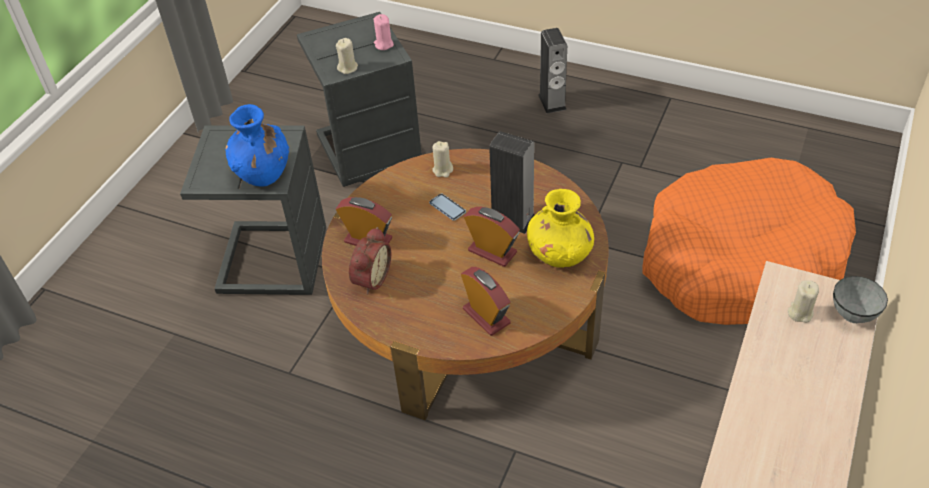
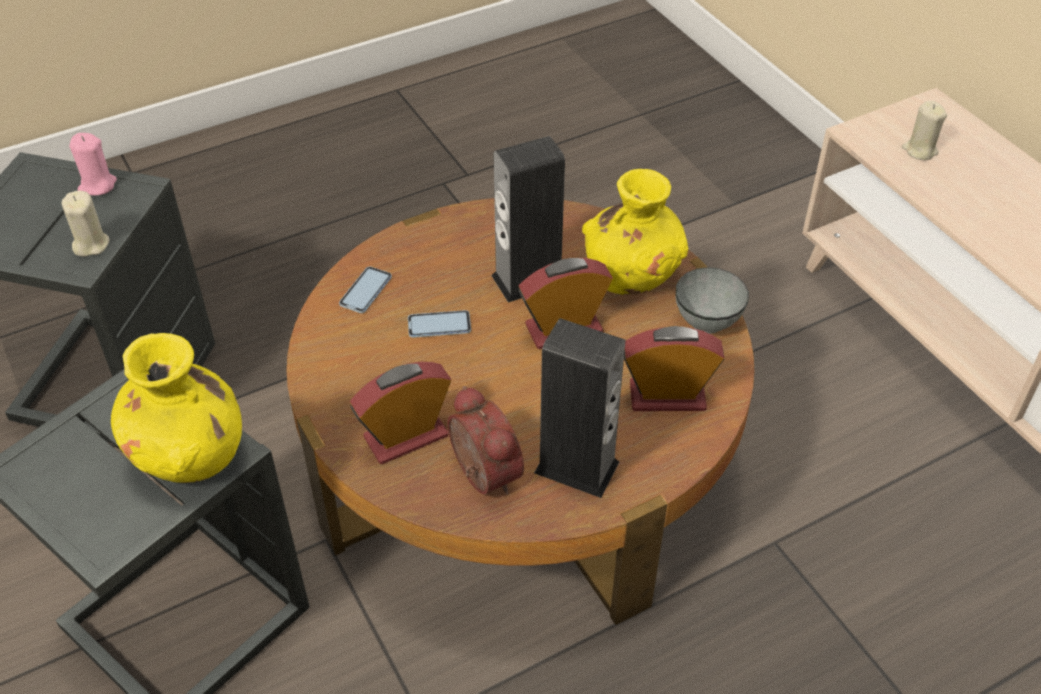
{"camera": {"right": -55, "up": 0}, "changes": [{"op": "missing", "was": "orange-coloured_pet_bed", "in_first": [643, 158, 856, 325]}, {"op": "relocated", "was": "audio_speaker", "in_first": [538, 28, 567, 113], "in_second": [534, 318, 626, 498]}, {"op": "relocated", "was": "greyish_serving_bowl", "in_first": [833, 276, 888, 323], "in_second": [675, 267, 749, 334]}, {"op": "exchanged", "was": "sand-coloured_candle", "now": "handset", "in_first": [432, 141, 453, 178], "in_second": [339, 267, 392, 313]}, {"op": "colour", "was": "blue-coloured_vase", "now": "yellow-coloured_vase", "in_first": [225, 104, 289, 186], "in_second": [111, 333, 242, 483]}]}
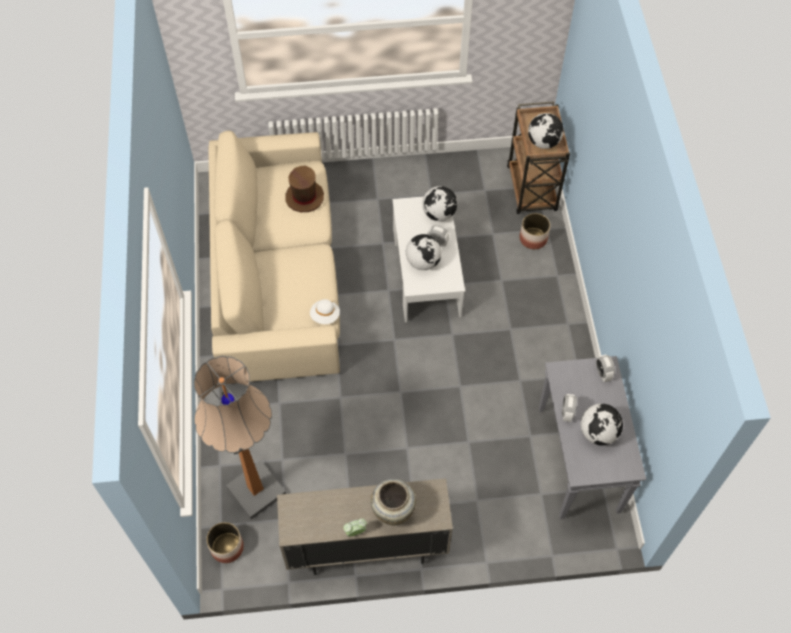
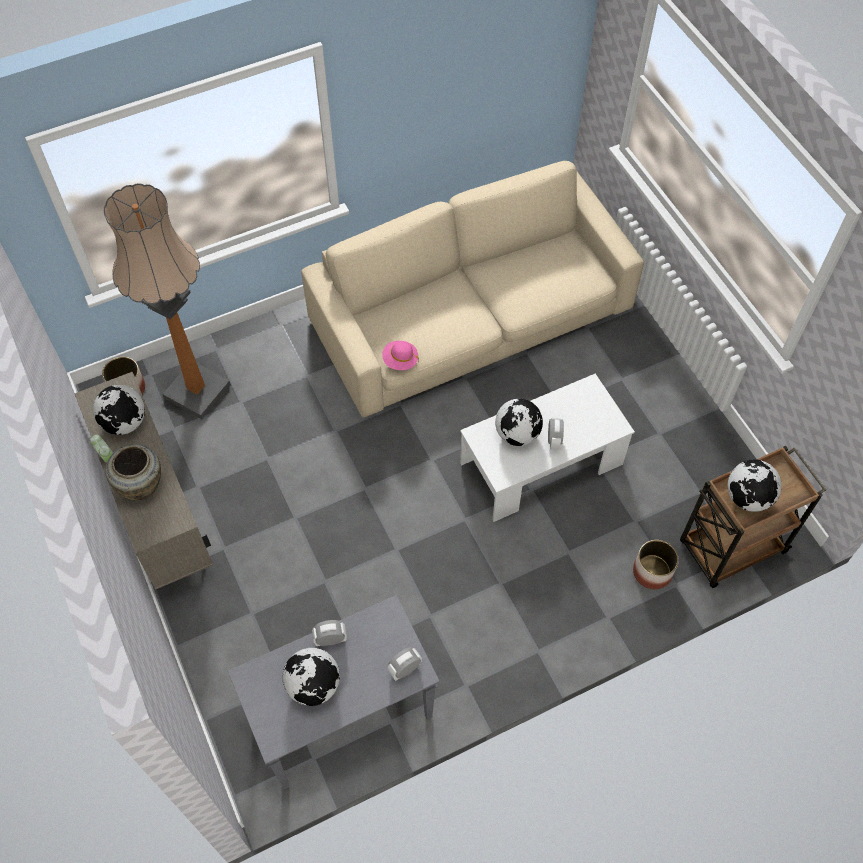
{"camera": {"right": 70, "up": 0}, "changes": [{"op": "missing", "was": "brown_wearable_hat", "in_first": [285, 166, 324, 212]}, {"op": "relocated", "was": "desk_globe", "in_first": [422, 186, 457, 221], "in_second": [93, 385, 145, 435]}, {"op": "colour", "was": "white-coloured_wearable_hat", "now": "pink_wearable_hat", "in_first": [310, 299, 340, 324], "in_second": [382, 341, 419, 370]}]}
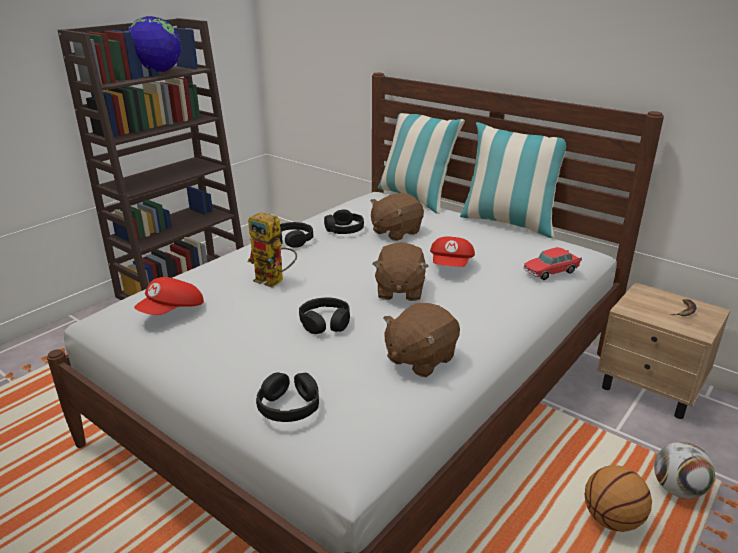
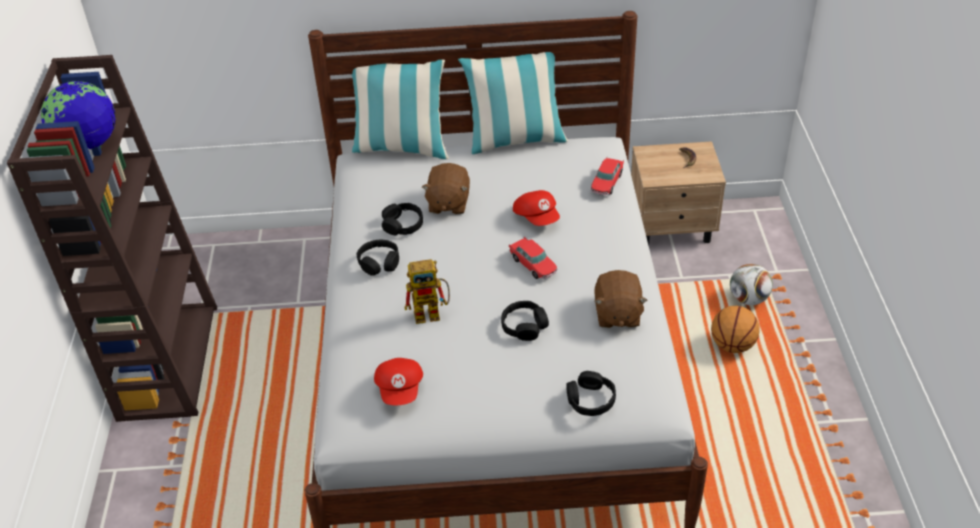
{"camera": {"right": -40, "up": 15}, "changes": [{"op": "exchanged", "was": "brown_plush_toy", "now": "miniature_car", "in_first": [372, 242, 429, 301], "in_second": [509, 237, 558, 279]}]}
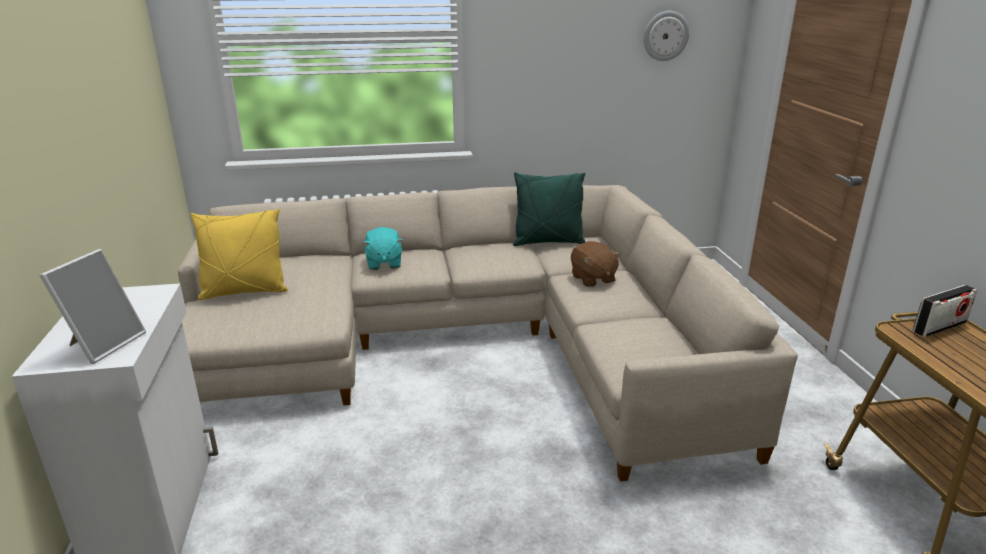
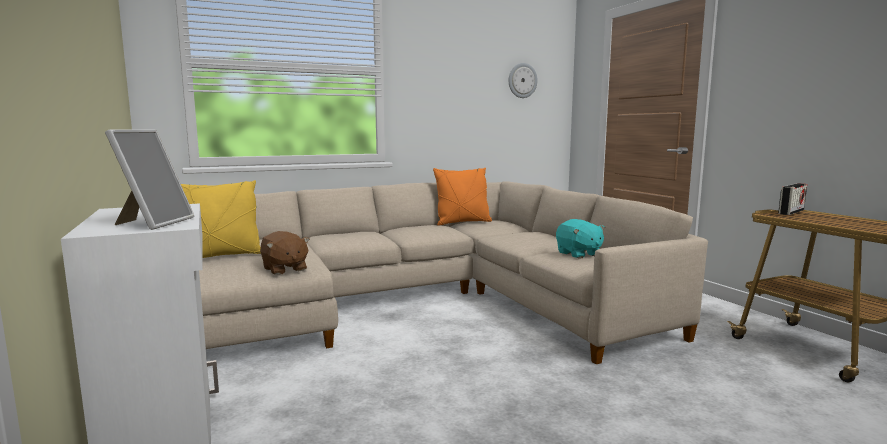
{"camera": {"right": -15, "up": -15}, "changes": [{"op": "relocated", "was": "turquoise_plush_toy", "in_first": [362, 227, 404, 270], "in_second": [556, 219, 605, 259]}, {"op": "relocated", "was": "brown_plush_toy", "in_first": [571, 241, 621, 287], "in_second": [260, 231, 310, 275]}, {"op": "colour", "was": "green_cushion", "now": "orange-coloured_cushion", "in_first": [513, 172, 585, 246], "in_second": [433, 168, 492, 226]}]}
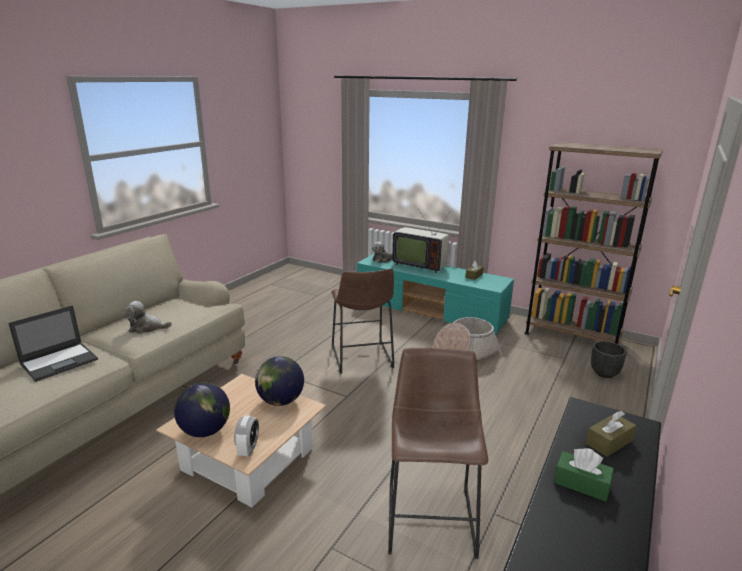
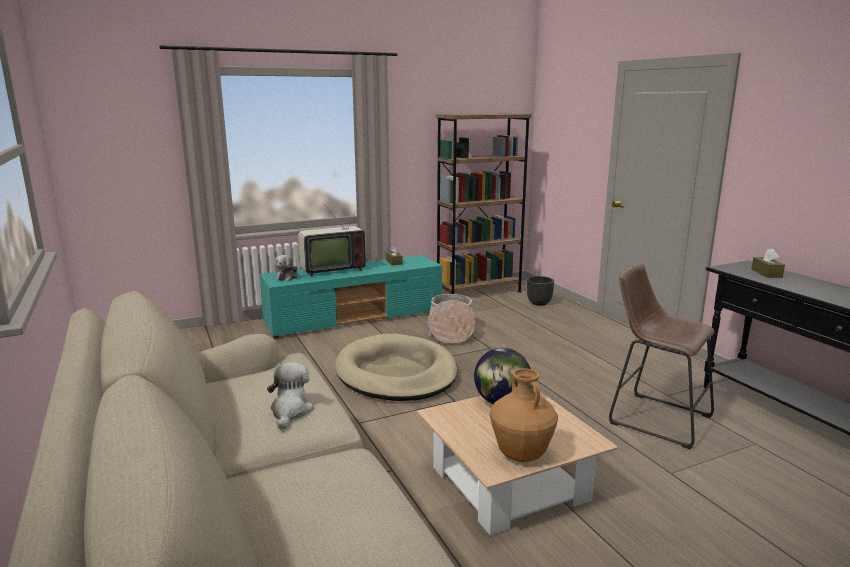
{"camera": {"right": -55, "up": -5}, "changes": [{"op": "missing", "was": "notebook_computer", "in_first": [8, 305, 98, 382]}, {"op": "missing", "was": "table_clock", "in_first": [234, 415, 259, 456]}, {"op": "missing", "was": "green_tissue_box", "in_first": [554, 448, 614, 502]}, {"op": "exchanged", "was": "desk_globe", "now": "brown_vase", "in_first": [174, 383, 230, 437], "in_second": [490, 368, 558, 462]}, {"op": "exchanged", "was": "brown_sitting_stool", "now": "sand-coloured_pet_bed", "in_first": [331, 268, 394, 374], "in_second": [335, 334, 458, 401]}, {"op": "spun", "was": "plush_toy", "in_first": [124, 301, 172, 334], "in_second": [267, 362, 314, 430], "clockwise": 150}]}
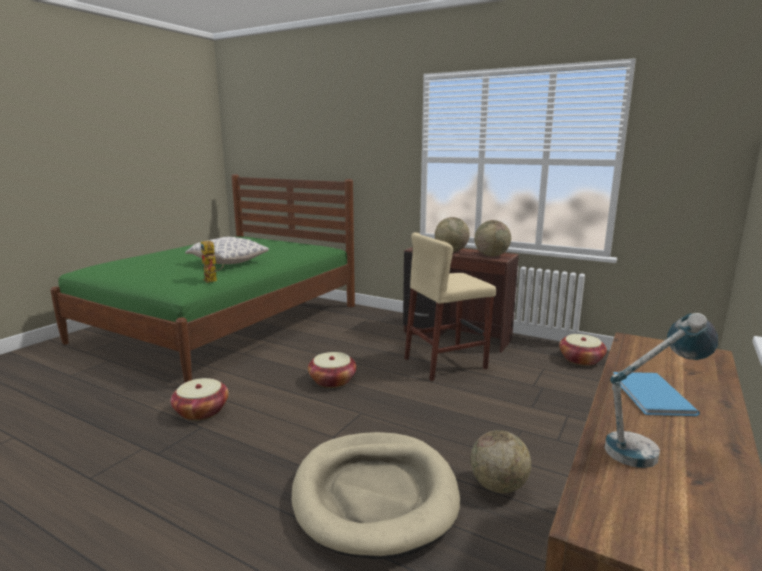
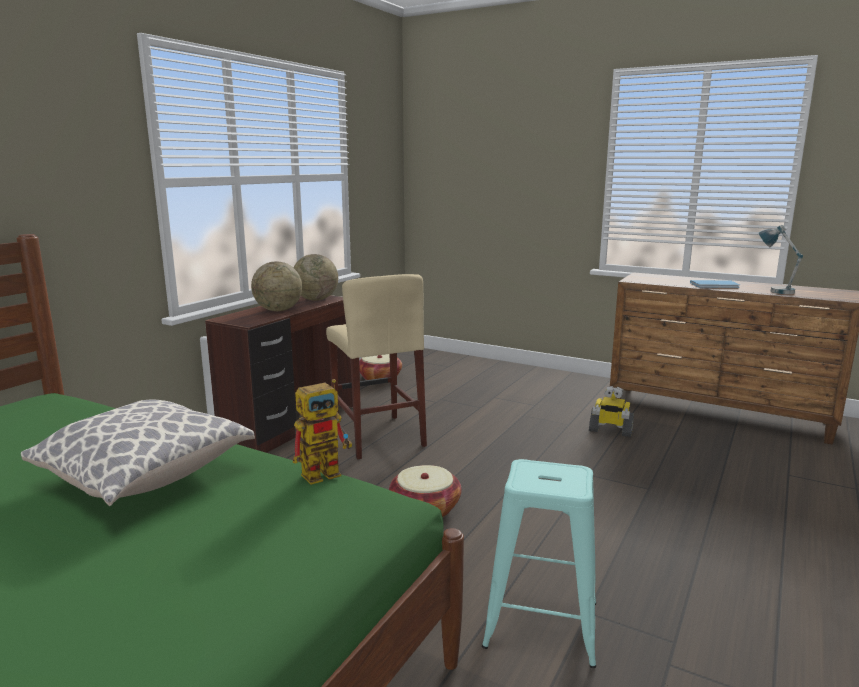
{"camera": {"right": -90, "up": 0}, "changes": [{"op": "missing", "was": "sand-coloured_pet_bed", "in_first": [292, 432, 460, 559]}, {"op": "exchanged", "was": "basket", "now": "turquoise_sitting_stool", "in_first": [170, 378, 229, 421], "in_second": [482, 459, 596, 668]}, {"op": "exchanged", "was": "desk_globe", "now": "toy_robot", "in_first": [470, 430, 531, 493], "in_second": [589, 386, 634, 437]}]}
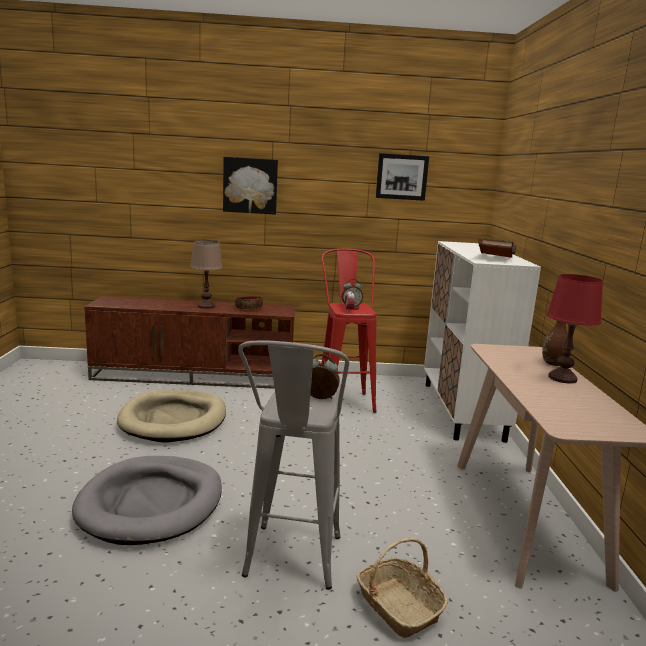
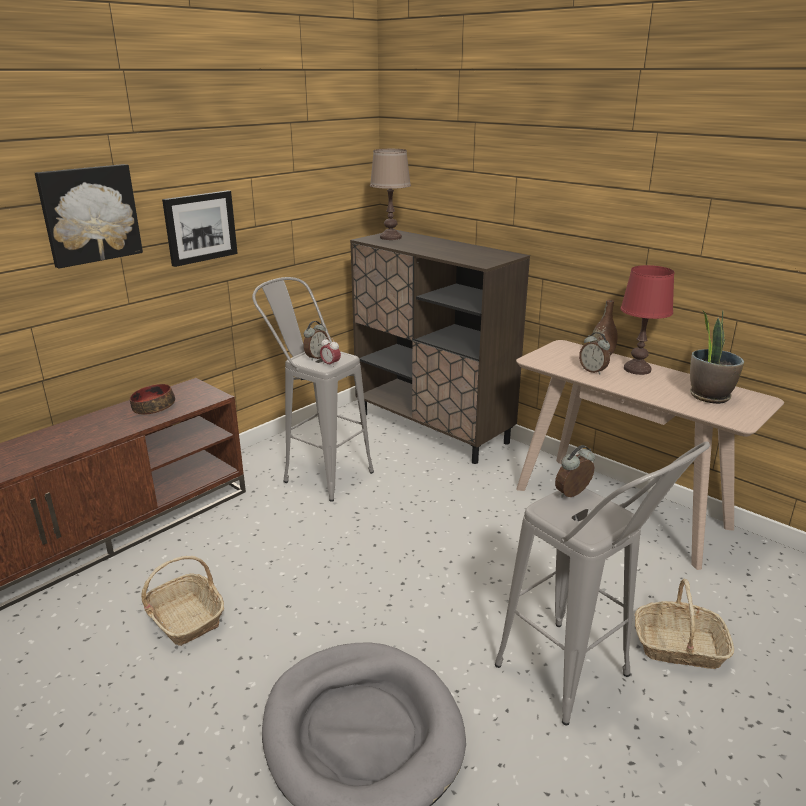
{"camera": {"right": -45, "up": 10}, "changes": [{"op": "missing", "was": "brown_bound_book", "in_first": [478, 238, 516, 258]}, {"op": "appeared", "now": "table_clock", "in_second": [579, 332, 610, 374]}, {"op": "appeared", "now": "houseplant", "in_second": [690, 310, 744, 404]}, {"op": "relocated", "was": "brown_table_lamp", "in_first": [190, 240, 223, 309], "in_second": [370, 149, 411, 240]}, {"op": "relocated", "was": "wall_art", "in_first": [376, 153, 429, 201], "in_second": [162, 190, 238, 267]}, {"op": "exchanged", "was": "sand-coloured_pet_bed", "now": "basket", "in_first": [117, 390, 226, 442], "in_second": [141, 556, 224, 646]}, {"op": "colour", "was": "red_sitting_stool", "now": "greyish_sitting_stool", "in_first": [321, 248, 377, 413], "in_second": [252, 277, 374, 502]}, {"op": "colour", "was": "white-coloured_storage_cabinet", "now": "brown_storage_cabinet", "in_first": [424, 241, 541, 443], "in_second": [350, 230, 530, 464]}]}
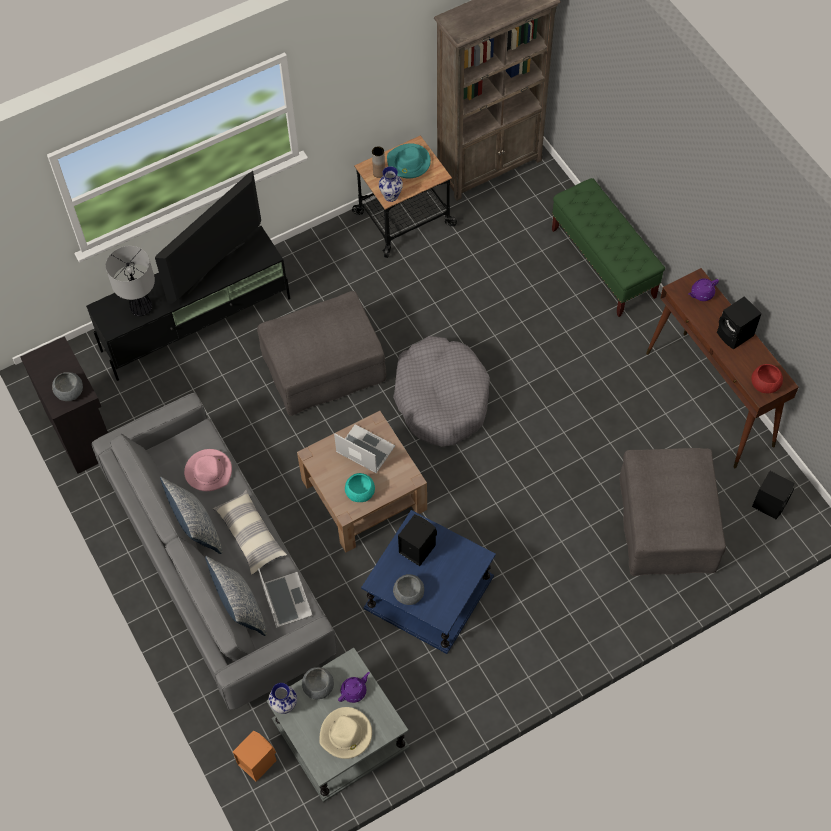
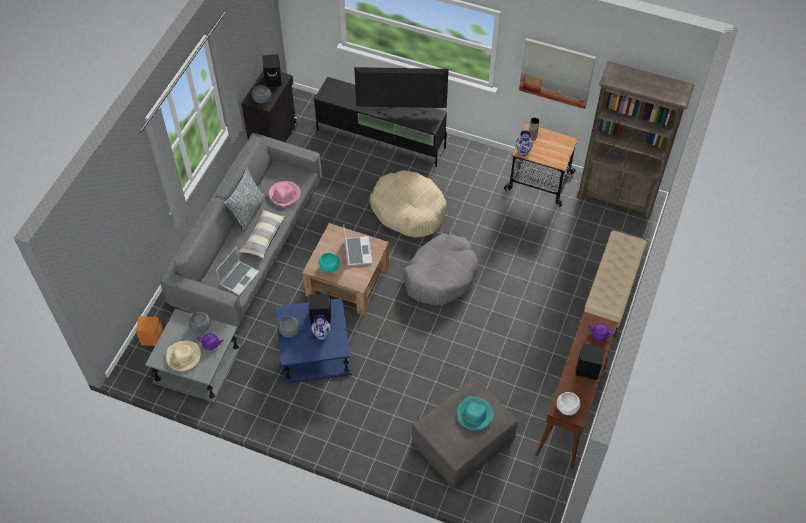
{"camera": {"right": 50, "up": -5}, "changes": [{"op": "missing", "was": "table_lamp", "in_first": [106, 246, 155, 316]}, {"op": "missing", "was": "cushion", "in_first": [205, 556, 267, 636]}, {"op": "appeared", "now": "wall_art", "in_second": [519, 38, 596, 109]}, {"op": "relocated", "was": "vase", "in_first": [269, 683, 297, 714], "in_second": [311, 315, 330, 340]}, {"op": "relocated", "was": "turquoise_wearable_hat", "in_first": [387, 144, 431, 178], "in_second": [457, 396, 494, 430]}, {"op": "relocated", "was": "blackish_audio_speaker", "in_first": [752, 471, 795, 519], "in_second": [262, 54, 282, 87]}, {"op": "exchanged", "was": "greyish_footrest", "now": "sand-coloured_pet_bed", "in_first": [257, 291, 386, 416], "in_second": [370, 170, 447, 238]}, {"op": "colour", "was": "green_indoor_bench", "now": "sand-coloured_indoor_bench", "in_first": [552, 178, 665, 317], "in_second": [583, 230, 647, 338]}, {"op": "colour", "was": "red_serving_bowl", "now": "white-coloured_serving_bowl", "in_first": [751, 364, 783, 393], "in_second": [557, 392, 580, 415]}]}
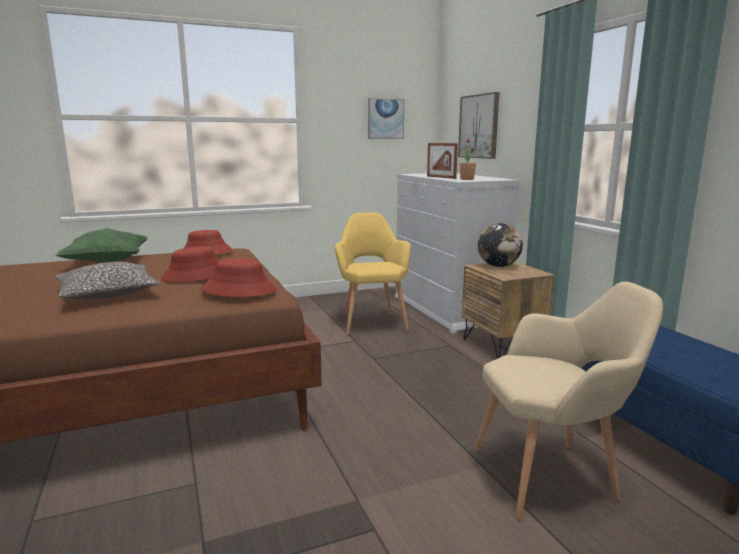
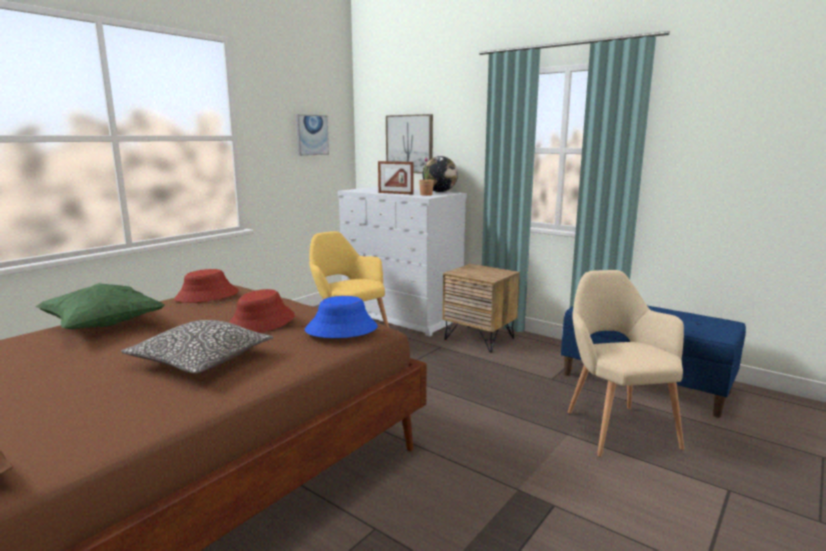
{"camera": {"right": -30, "up": 0}, "changes": [{"op": "relocated", "was": "desk_globe", "in_first": [478, 223, 523, 267], "in_second": [422, 156, 458, 192]}, {"op": "colour", "was": "red_wearable_hat", "now": "blue-coloured_wearable_hat", "in_first": [201, 258, 276, 297], "in_second": [305, 296, 378, 338]}, {"op": "spun", "was": "sand-coloured_armchair", "in_first": [475, 282, 663, 520], "in_second": [568, 270, 684, 457], "clockwise": -60}]}
